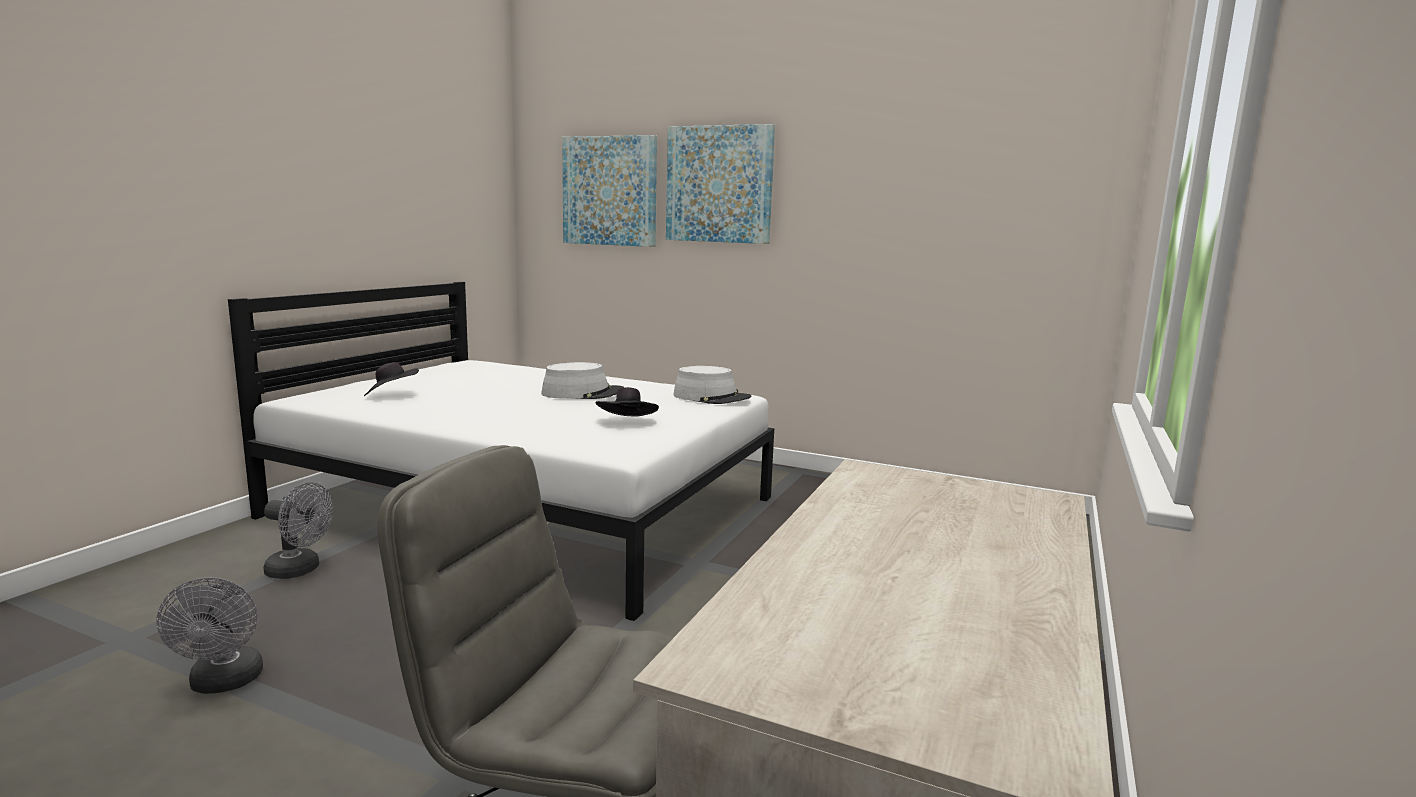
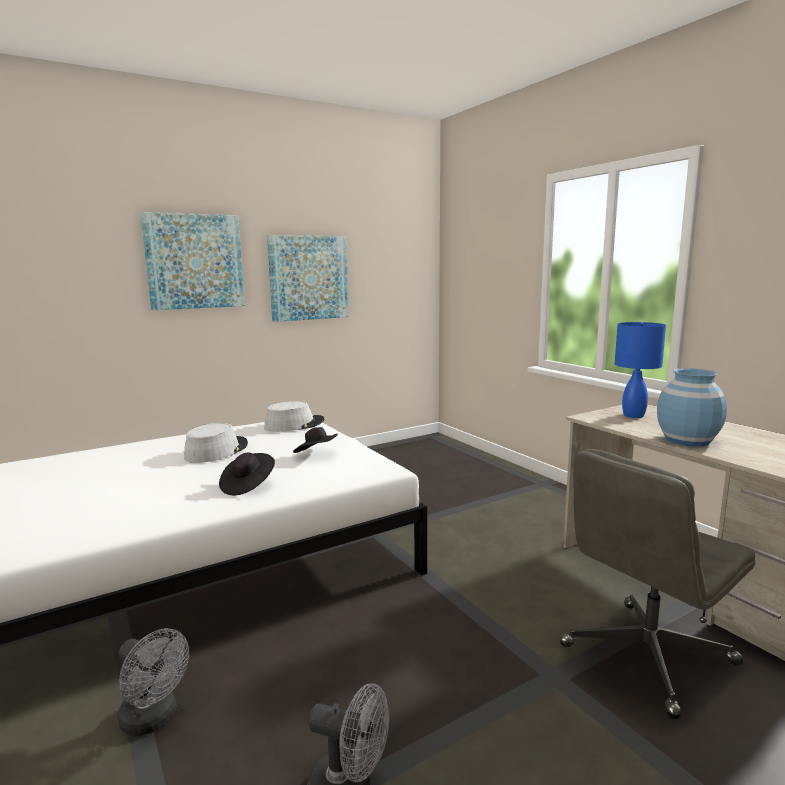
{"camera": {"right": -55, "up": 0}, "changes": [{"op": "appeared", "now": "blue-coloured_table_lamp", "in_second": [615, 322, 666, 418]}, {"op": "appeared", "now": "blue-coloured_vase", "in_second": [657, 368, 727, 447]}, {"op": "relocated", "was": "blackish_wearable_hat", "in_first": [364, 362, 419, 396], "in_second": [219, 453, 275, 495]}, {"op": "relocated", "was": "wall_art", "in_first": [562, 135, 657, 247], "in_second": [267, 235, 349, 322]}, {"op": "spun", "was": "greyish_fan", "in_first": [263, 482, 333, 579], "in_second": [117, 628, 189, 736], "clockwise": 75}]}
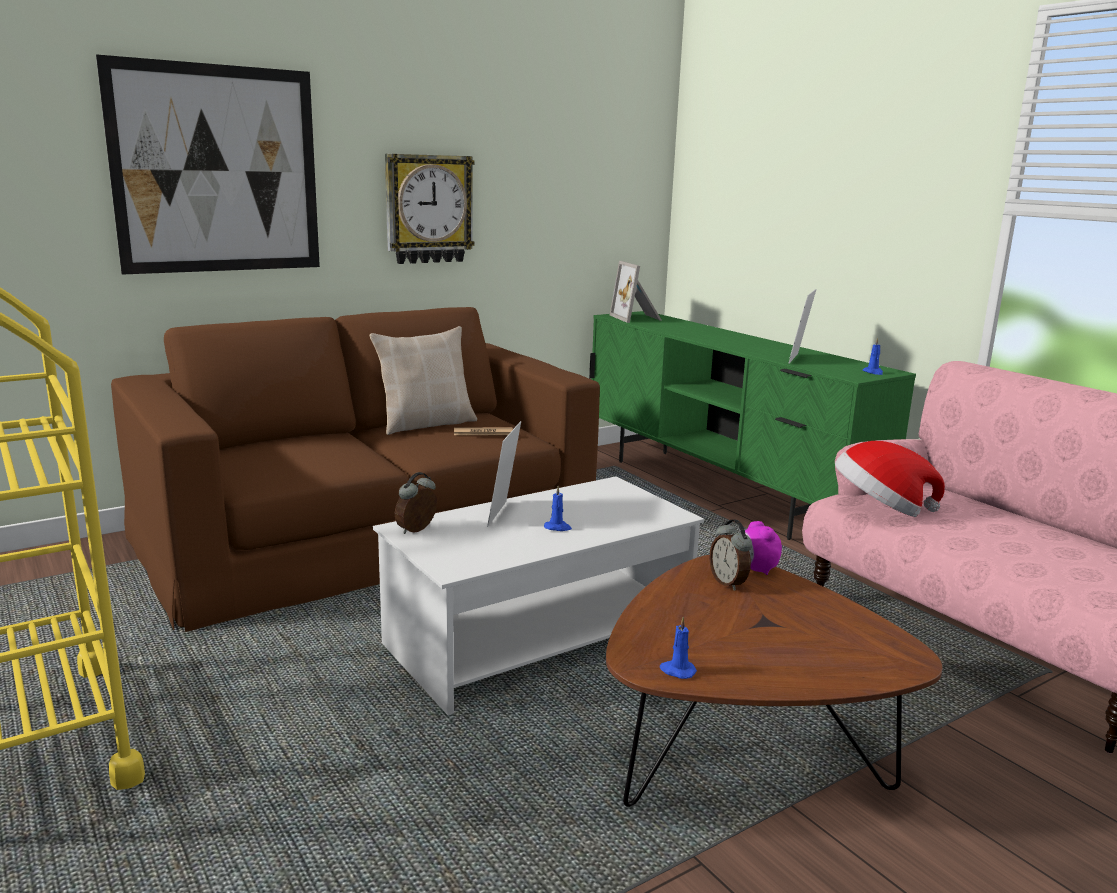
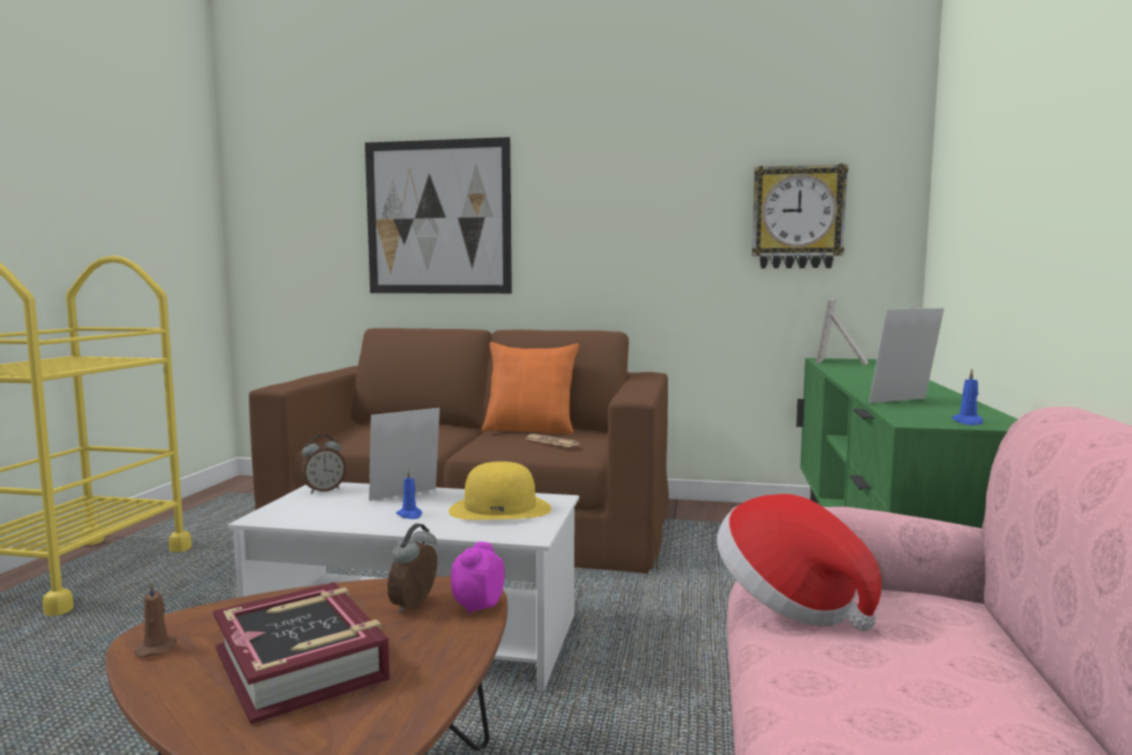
{"camera": {"right": 45, "up": -10}, "changes": [{"op": "appeared", "now": "bound_book", "in_second": [213, 582, 390, 725]}, {"op": "appeared", "now": "yellow-coloured_wearable_hat", "in_second": [448, 461, 551, 520]}, {"op": "relocated", "was": "clock_on_the_wall", "in_first": [385, 153, 475, 264], "in_second": [752, 164, 848, 268]}, {"op": "colour", "was": "sand-coloured_cushion", "now": "orange-coloured_cushion", "in_first": [370, 326, 477, 435], "in_second": [482, 342, 579, 435]}, {"op": "colour", "was": "blue-coloured_candle", "now": "brown_candle", "in_first": [660, 617, 697, 679], "in_second": [134, 581, 177, 658]}, {"op": "spun", "was": "table_clock", "in_first": [395, 472, 437, 534], "in_second": [300, 434, 346, 493], "clockwise": 150}]}
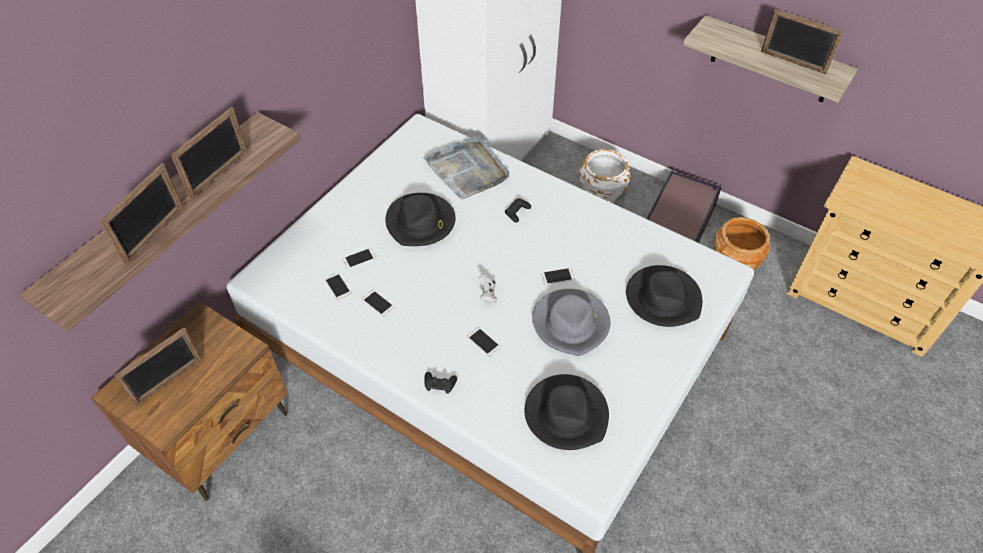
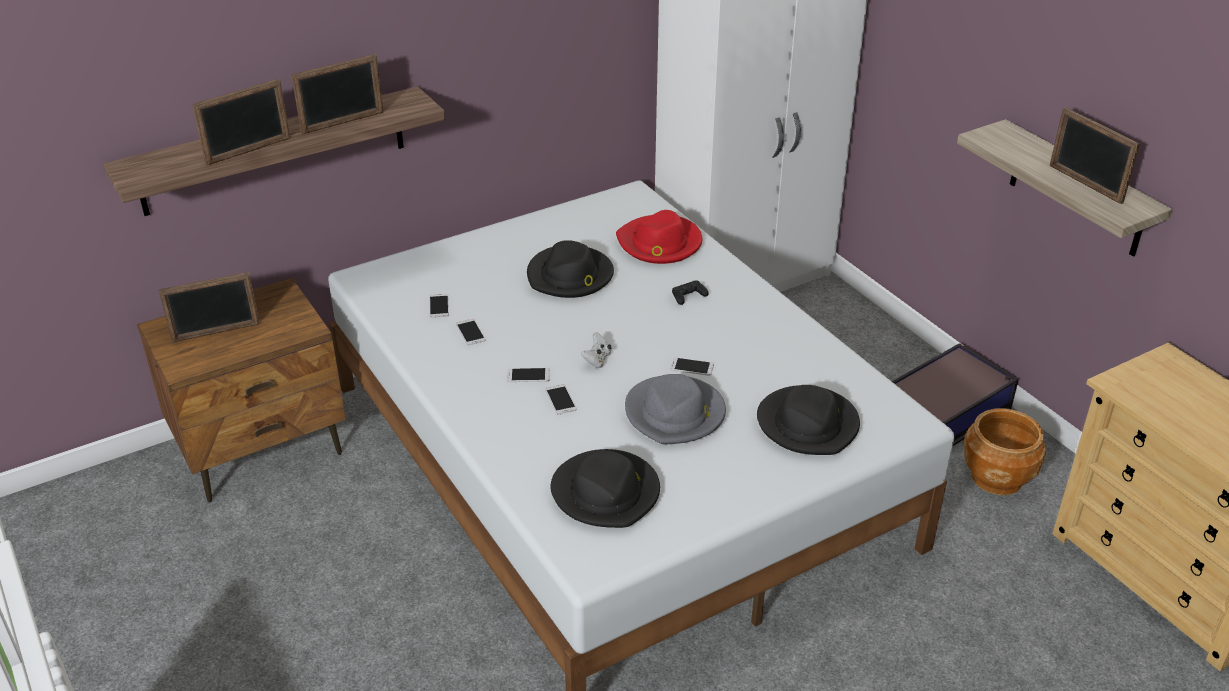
{"camera": {"right": 25, "up": -15}, "changes": [{"op": "missing", "was": "blackish_gamepad", "in_first": [424, 372, 457, 394]}, {"op": "missing", "was": "white-coloured_planter", "in_first": [579, 149, 630, 203]}, {"op": "relocated", "was": "handset", "in_first": [343, 248, 376, 269], "in_second": [507, 368, 550, 382]}, {"op": "exchanged", "was": "greyish_tray", "now": "red_wearable_hat", "in_first": [423, 137, 509, 199], "in_second": [616, 210, 702, 264]}]}
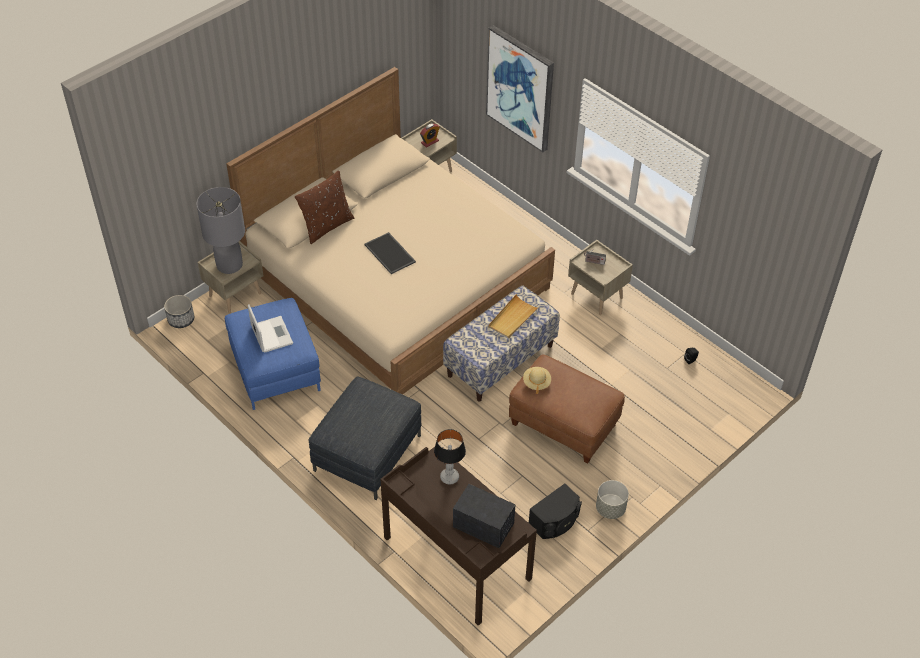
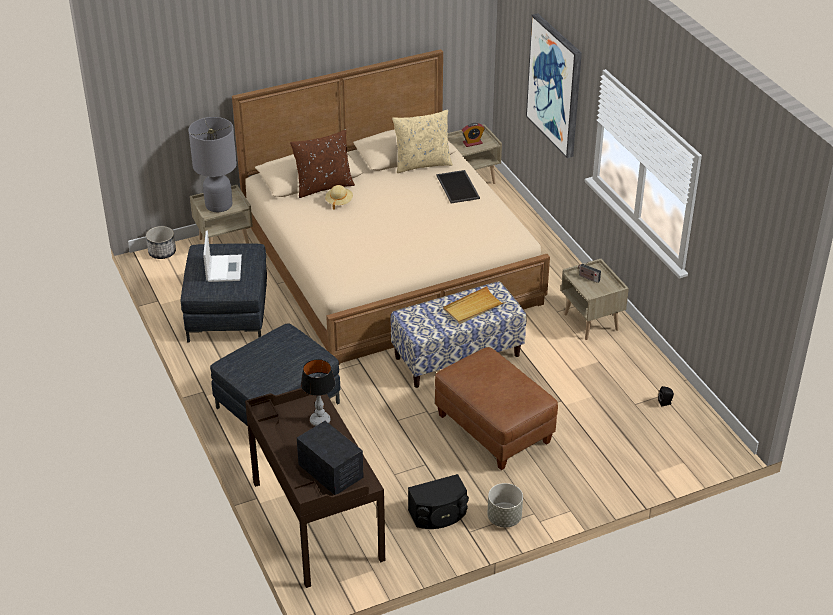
{"camera": {"right": 20, "up": -10}, "changes": [{"op": "appeared", "now": "sand-coloured_cushion", "in_second": [392, 110, 453, 173]}, {"op": "relocated", "was": "tray", "in_first": [364, 232, 416, 274], "in_second": [437, 170, 480, 204]}, {"op": "relocated", "was": "sand-coloured_wearable_hat", "in_first": [523, 367, 551, 394], "in_second": [325, 185, 353, 209]}, {"op": "colour", "was": "blue-coloured_footrest", "now": "greyish_footrest", "in_first": [225, 298, 321, 410], "in_second": [181, 243, 267, 342]}]}
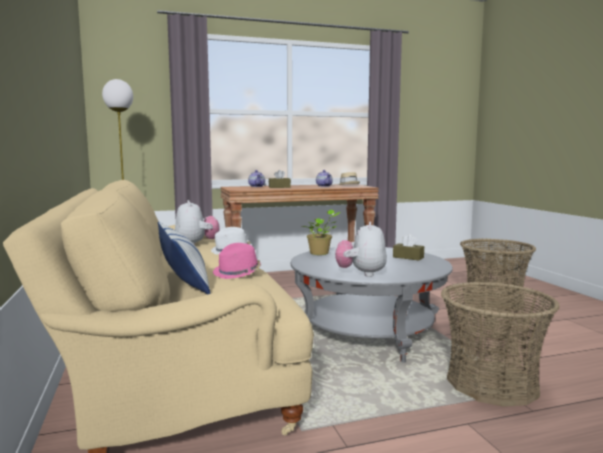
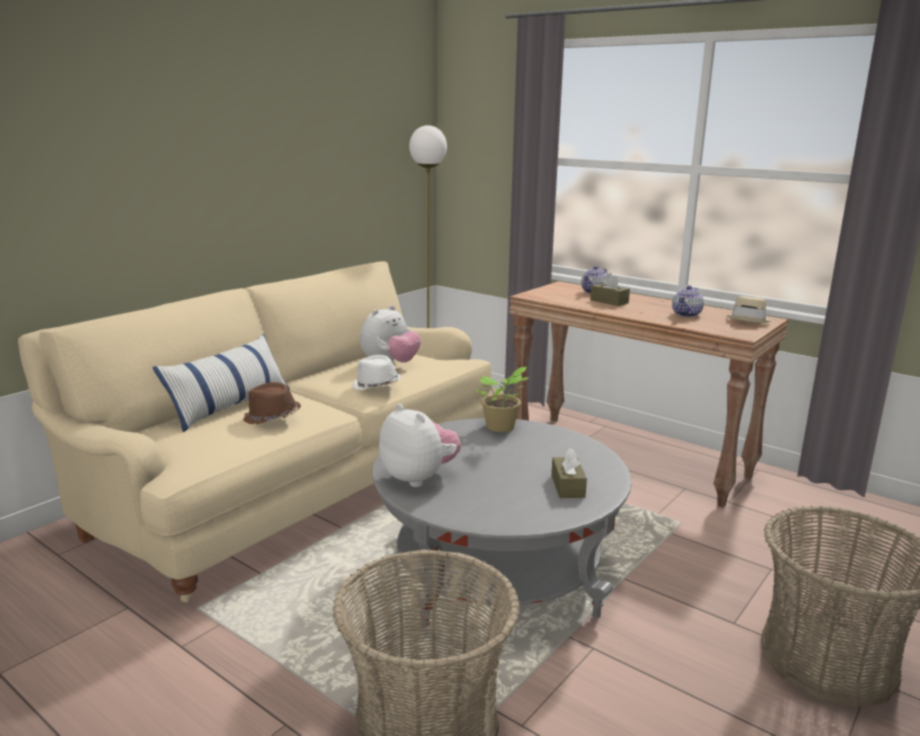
{"camera": {"right": 55, "up": 10}, "changes": [{"op": "colour", "was": "pink_wearable_hat", "now": "brown_wearable_hat", "in_first": [213, 243, 261, 279], "in_second": [243, 382, 301, 424]}, {"op": "spun", "was": "plush_toy", "in_first": [335, 222, 387, 277], "in_second": [379, 404, 461, 487], "clockwise": 75}]}
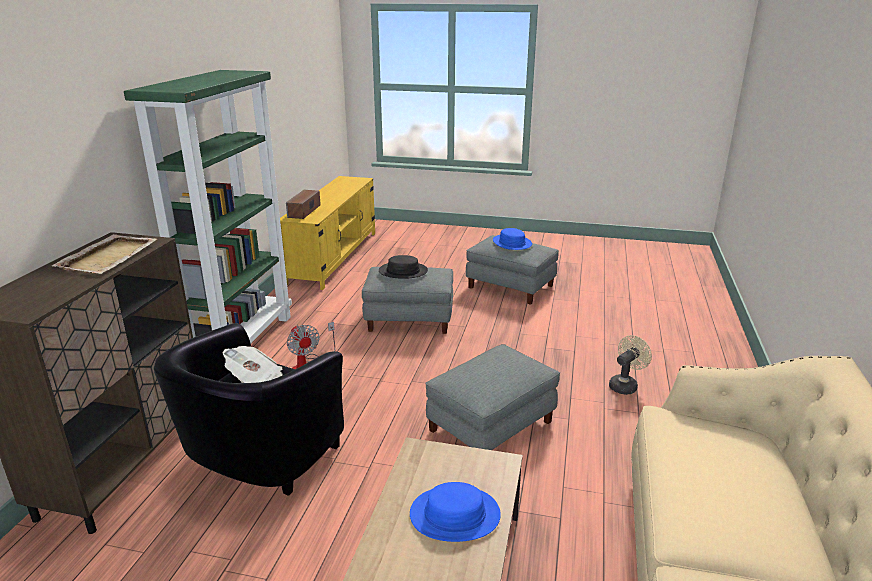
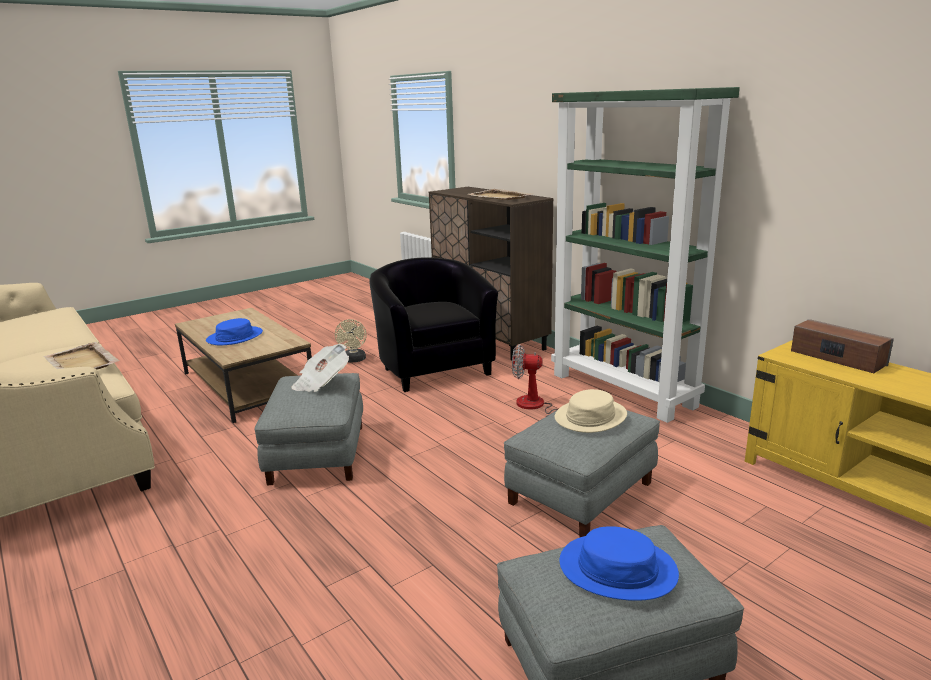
{"camera": {"right": 130, "up": -5}, "changes": [{"op": "appeared", "now": "sand-coloured_tray", "in_second": [43, 342, 120, 370]}, {"op": "relocated", "was": "printed_paper", "in_first": [223, 346, 283, 383], "in_second": [291, 344, 349, 392]}, {"op": "relocated", "was": "sand-coloured_fan", "in_first": [609, 335, 652, 395], "in_second": [335, 319, 367, 362]}, {"op": "colour", "was": "blackish_wearable_hat", "now": "sand-coloured_wearable_hat", "in_first": [379, 255, 428, 278], "in_second": [555, 389, 627, 433]}]}
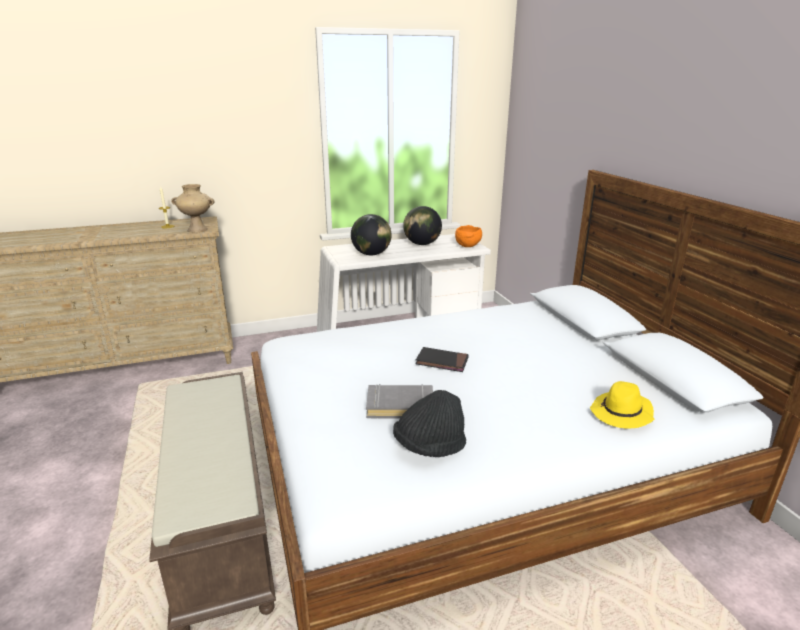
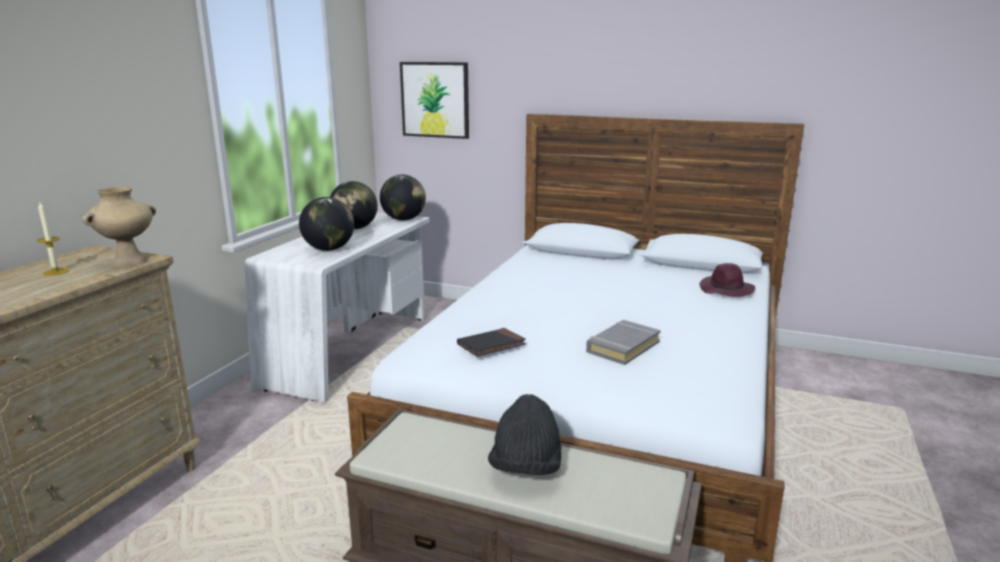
{"camera": {"right": -50, "up": -5}, "changes": [{"op": "appeared", "now": "wall_art", "in_second": [400, 62, 469, 139]}, {"op": "relocated", "was": "blackish_wearable_hat", "in_first": [393, 390, 466, 457], "in_second": [488, 394, 561, 475]}, {"op": "relocated", "was": "blackish_bound_book", "in_first": [415, 347, 469, 372], "in_second": [457, 328, 526, 357]}, {"op": "exchanged", "was": "orange-coloured_serving_bowl", "now": "desk_globe", "in_first": [455, 225, 482, 247], "in_second": [380, 175, 426, 221]}, {"op": "colour", "was": "yellow-coloured_wearable_hat", "now": "purple_wearable_hat", "in_first": [590, 381, 655, 429], "in_second": [700, 263, 755, 297]}]}
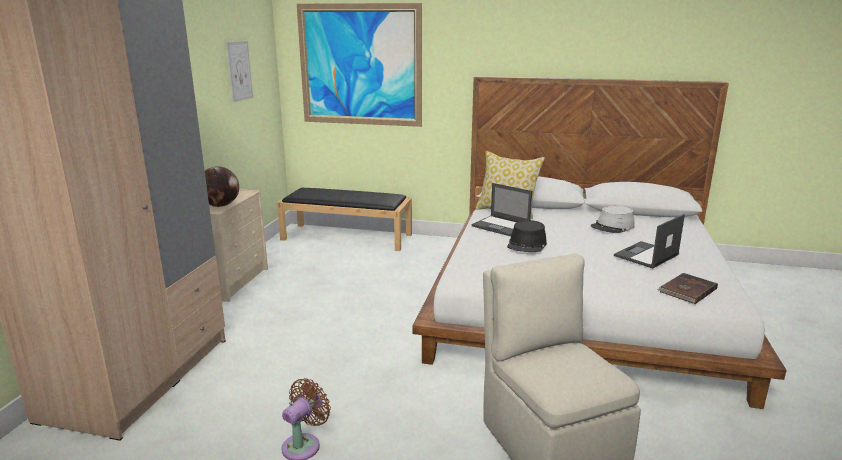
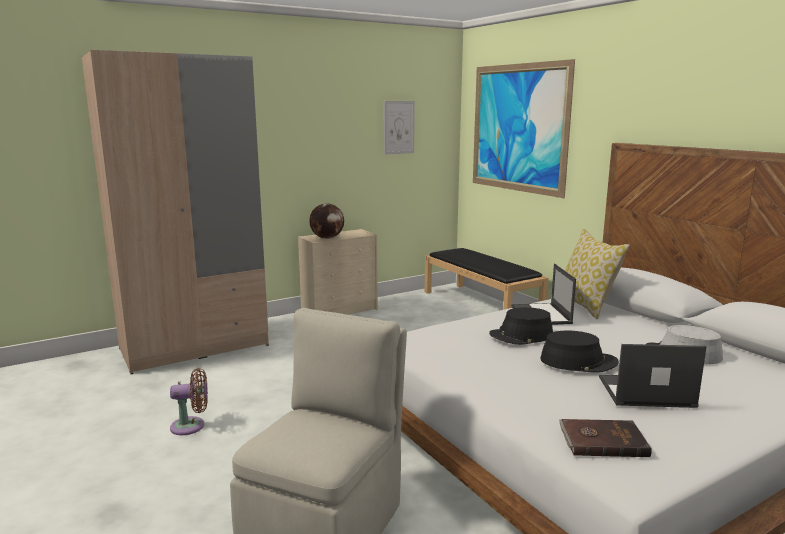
{"camera": {"right": 45, "up": -5}, "changes": [{"op": "appeared", "now": "blackish_wearable_hat", "in_second": [540, 331, 619, 373]}]}
